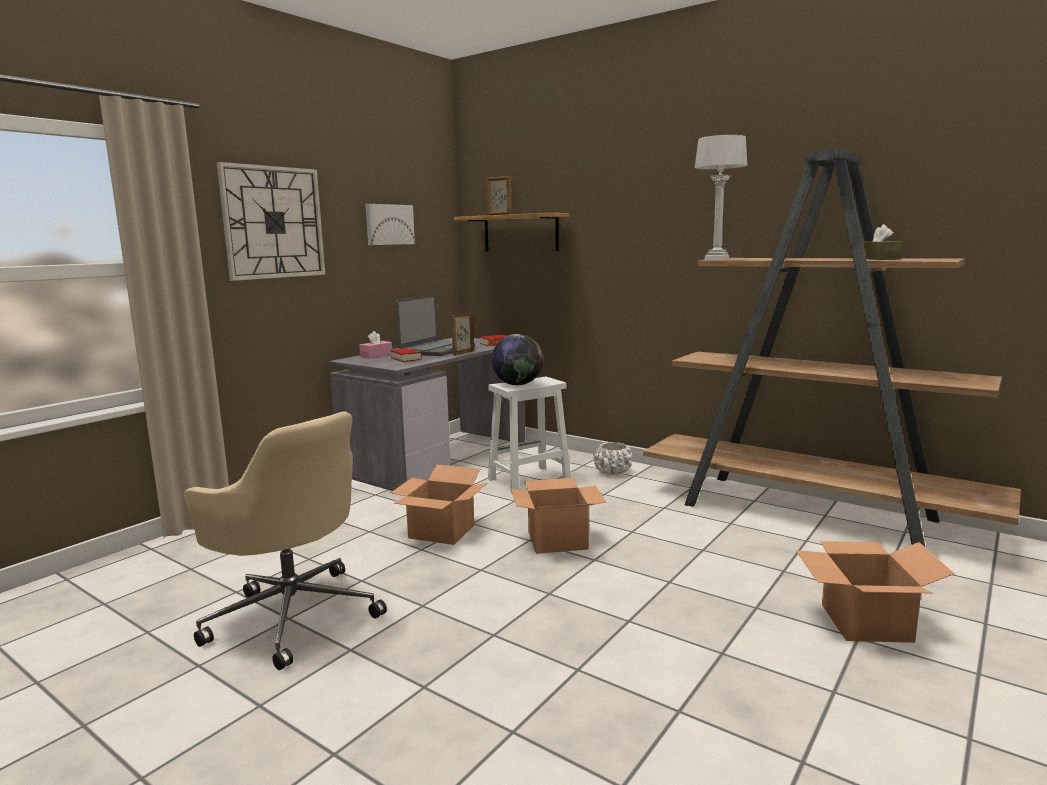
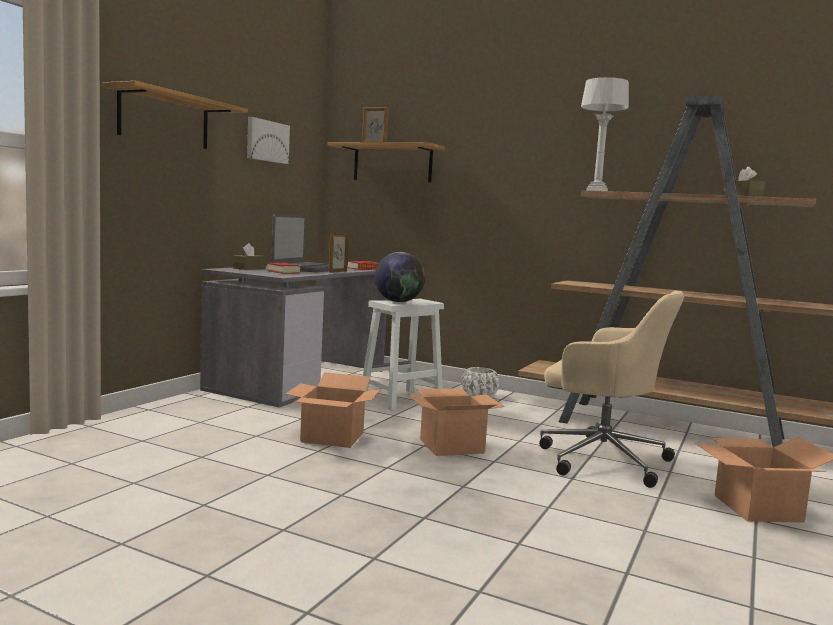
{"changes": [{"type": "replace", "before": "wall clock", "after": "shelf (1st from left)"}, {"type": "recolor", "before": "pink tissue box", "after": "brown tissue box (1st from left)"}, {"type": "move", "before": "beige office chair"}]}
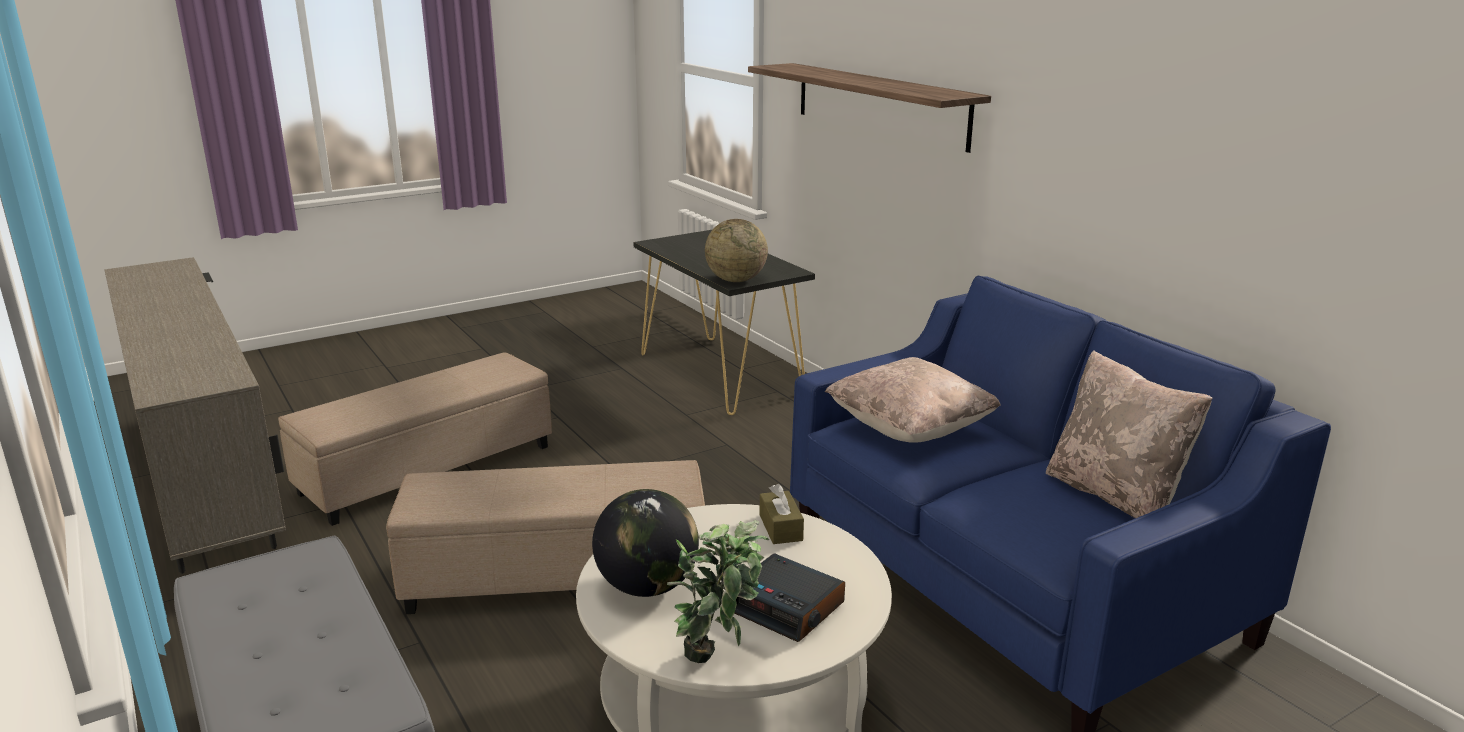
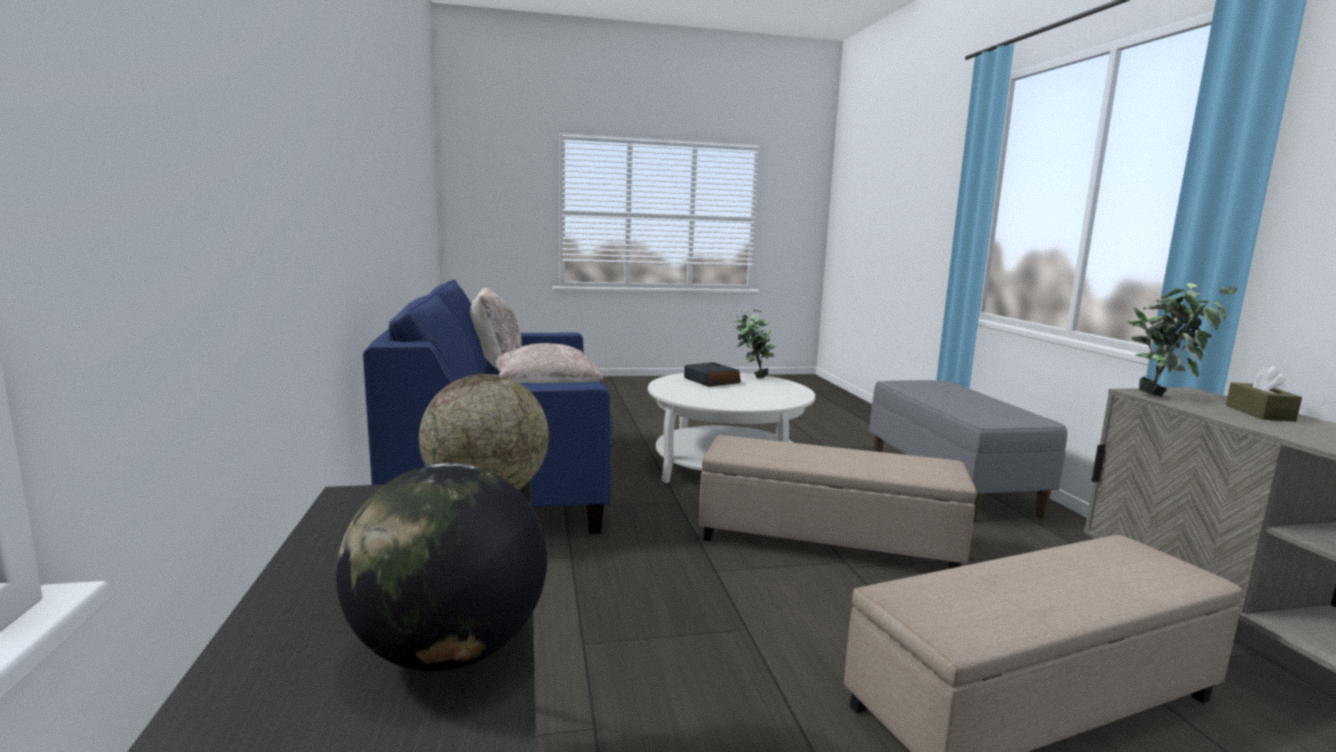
{"changes": [{"type": "move", "before": "globe (1st from left)"}, {"type": "insert", "after": "potted plant (2nd from left)"}, {"type": "move", "before": "brown tissue box"}, {"type": "delete", "before": "shelf"}]}
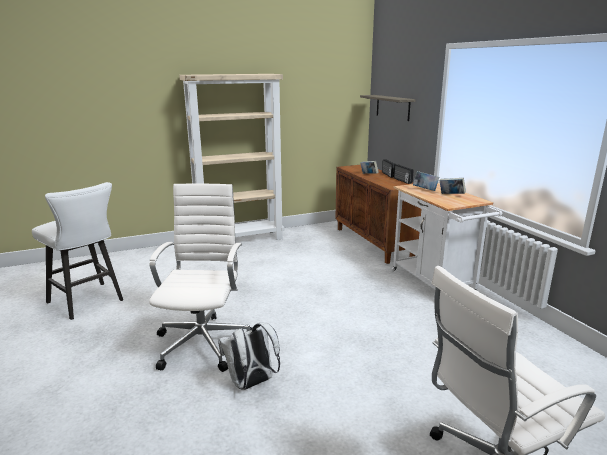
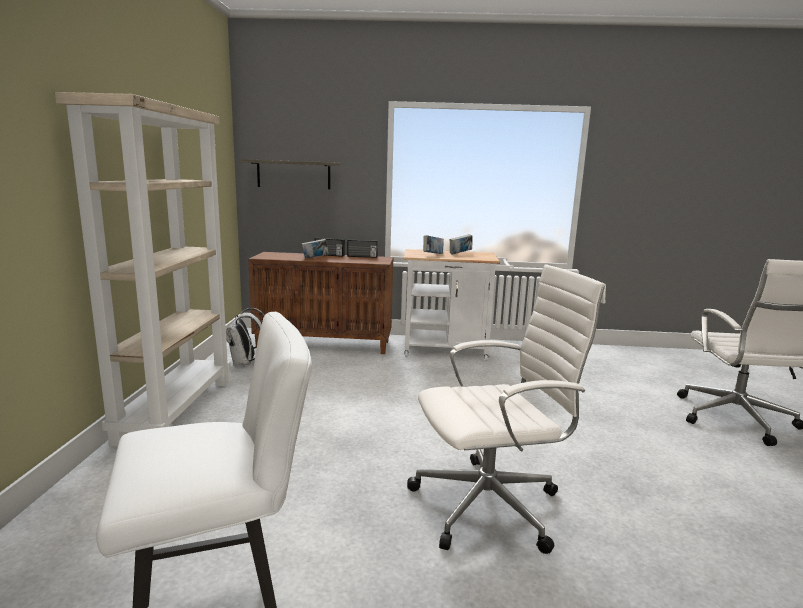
{"changes": [{"type": "move", "before": "white backpack"}, {"type": "rotate", "before": "white office chair (1st from left)", "turn": 135}]}
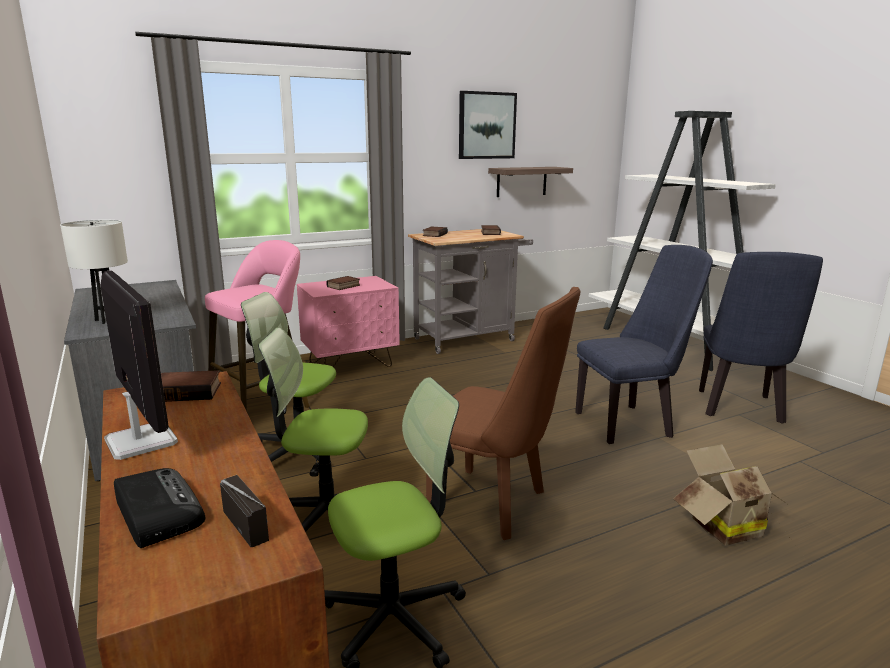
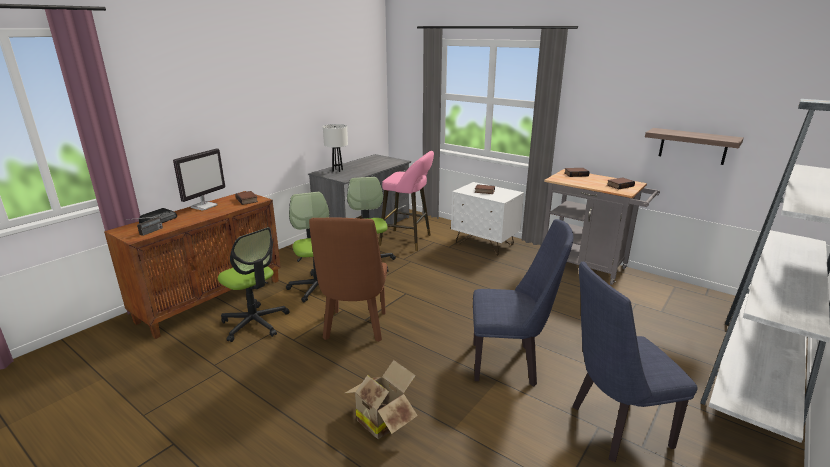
{"changes": [{"type": "recolor", "before": "pink nightstand", "after": "white nightstand"}, {"type": "rotate", "before": "blue chair (1st from left)", "turn": -45}, {"type": "delete", "before": "picture"}]}
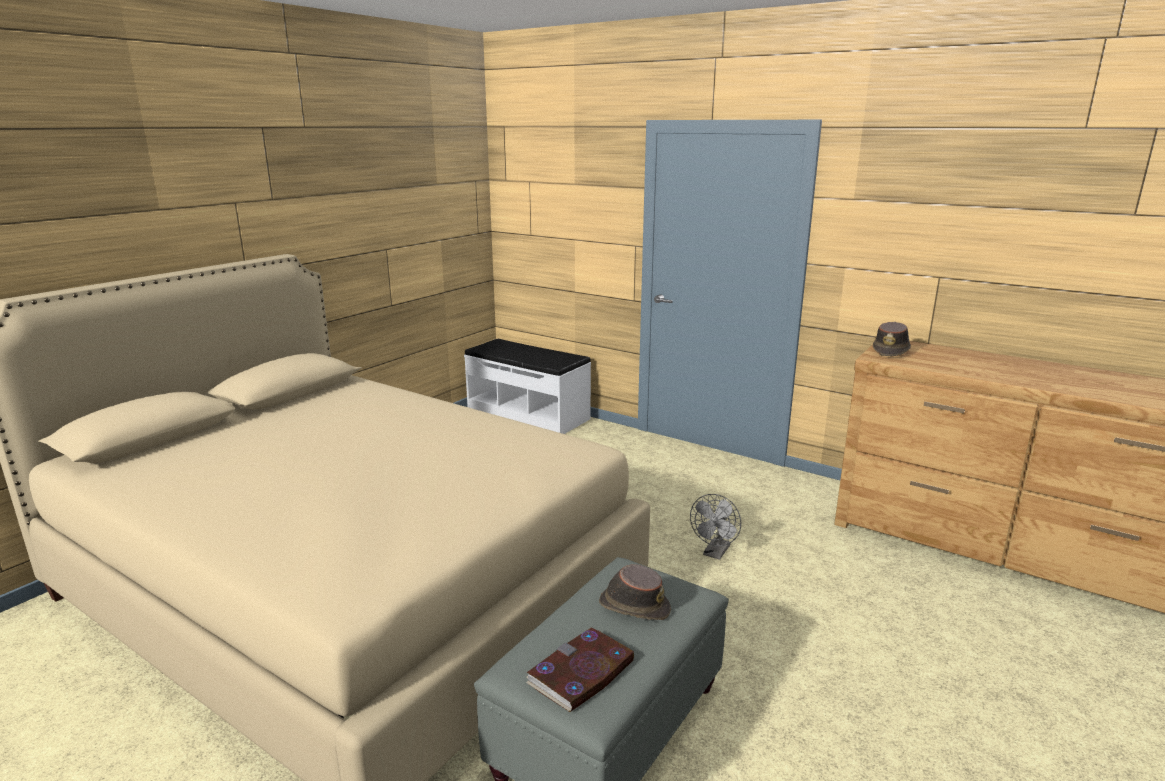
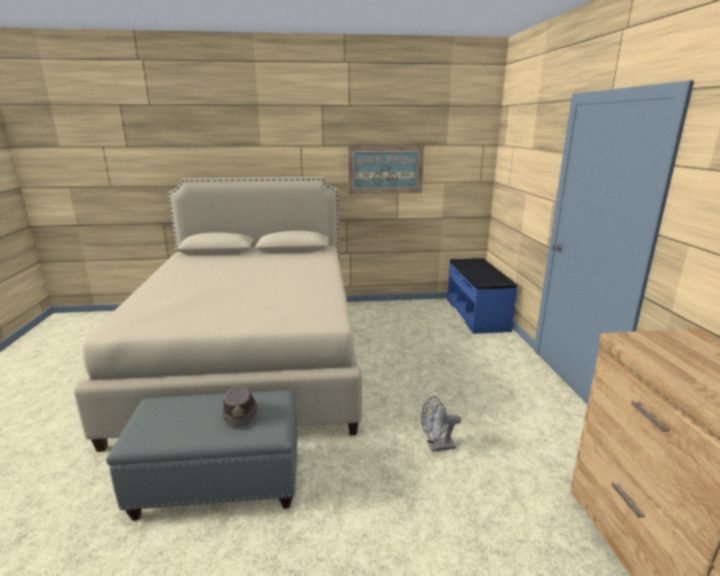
{"changes": [{"type": "insert", "after": "picture"}, {"type": "recolor", "before": "white bench", "after": "blue bench"}, {"type": "delete", "before": "book"}, {"type": "delete", "before": "brown hat (2nd from left)"}]}
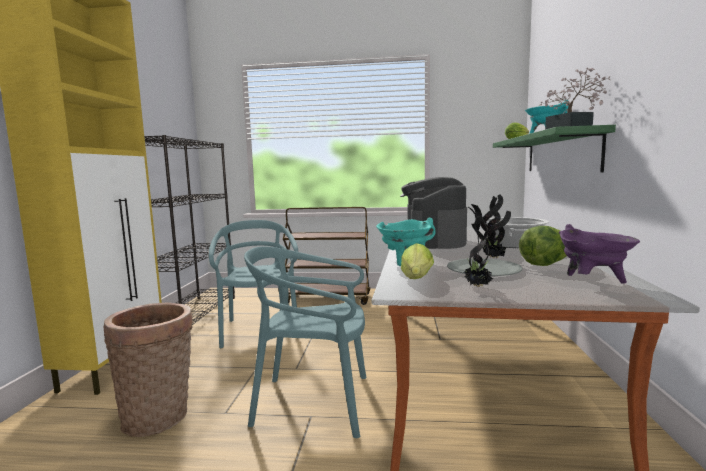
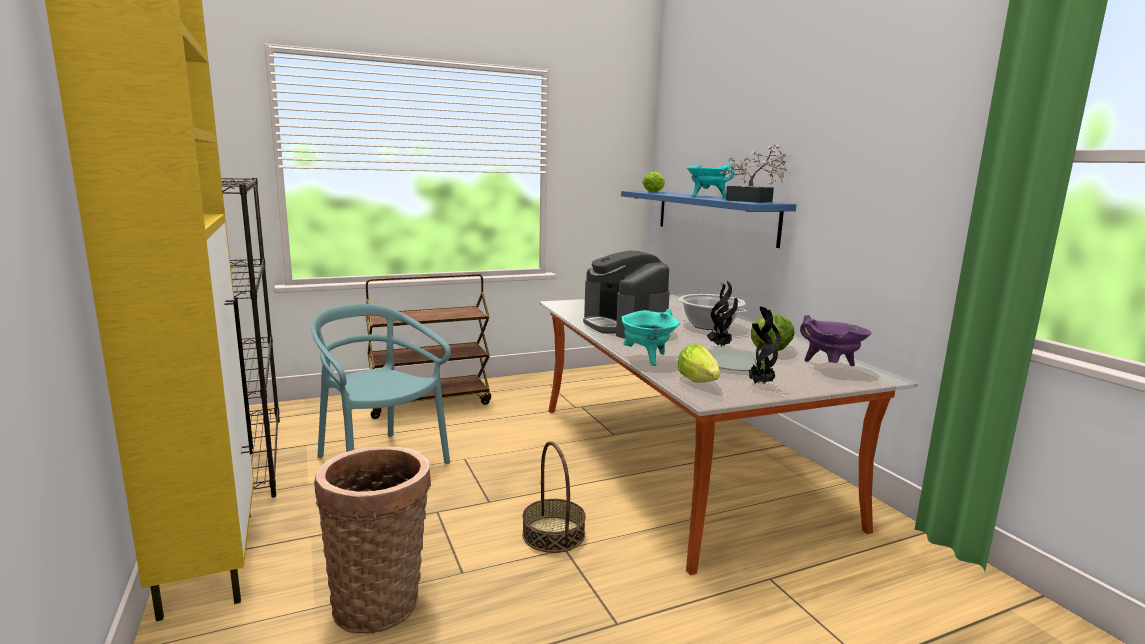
{"changes": [{"type": "replace", "before": "turquoise chair (2nd from left)", "after": "basket (2nd from left)"}, {"type": "recolor", "before": "green shelf", "after": "blue shelf"}]}
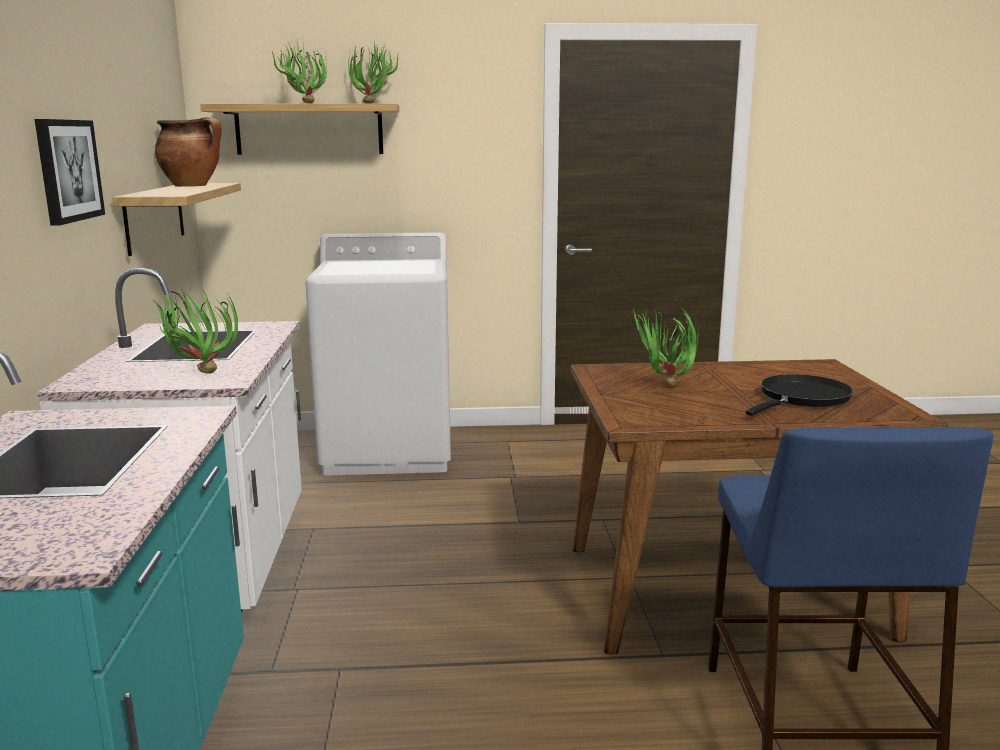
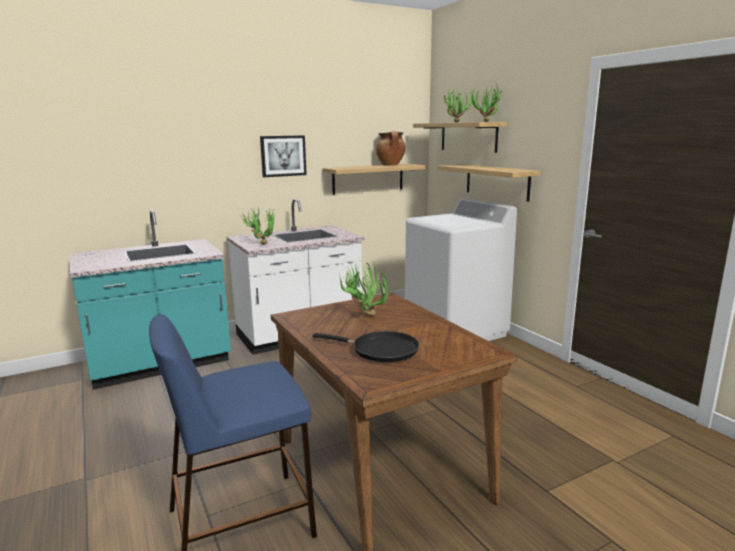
{"changes": [{"type": "insert", "after": "shelf (3rd from left)"}]}
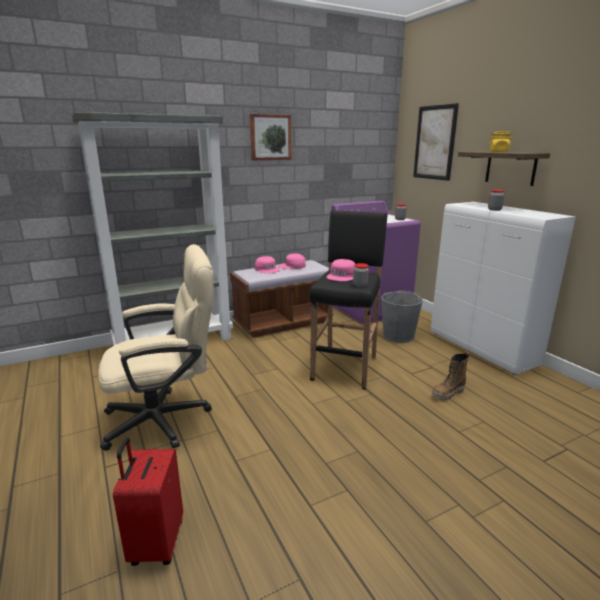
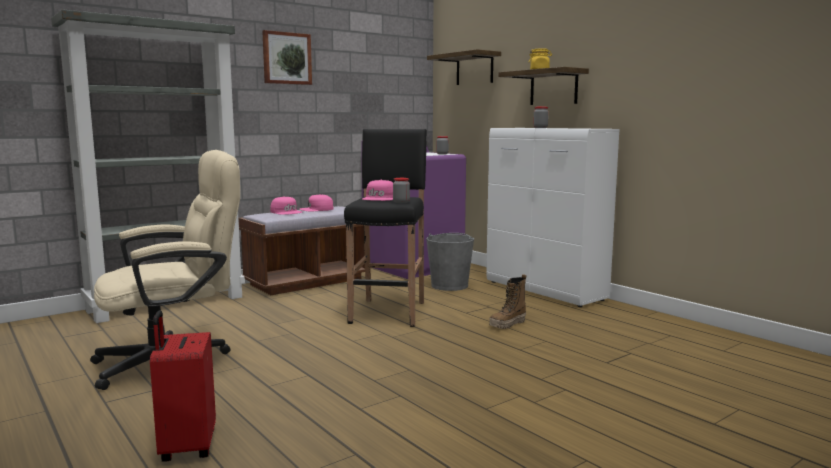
{"changes": [{"type": "replace", "before": "picture (2nd from left)", "after": "shelf (1st from left)"}]}
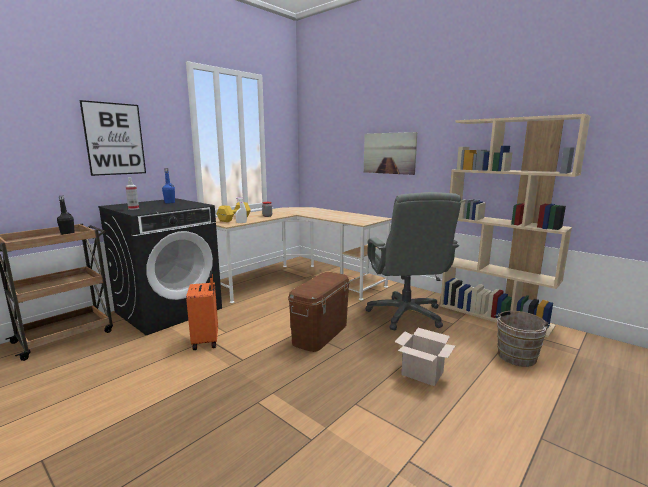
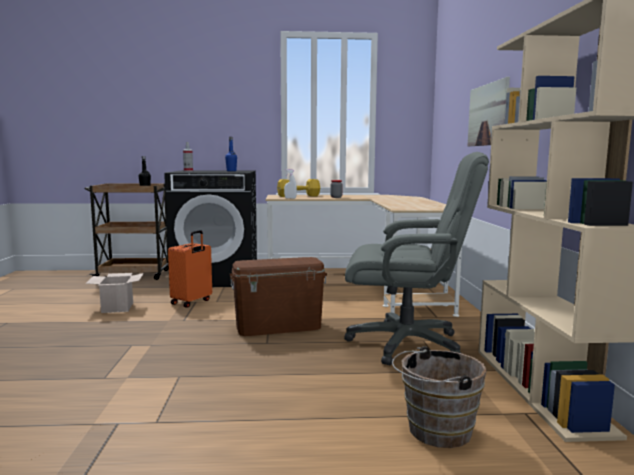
{"changes": [{"type": "move", "before": "cardboard box"}, {"type": "rotate", "before": "grey office chair", "turn": -120}, {"type": "delete", "before": "picture (1st from left)"}]}
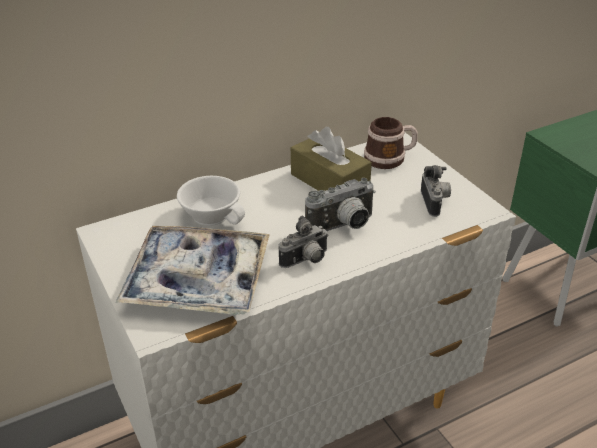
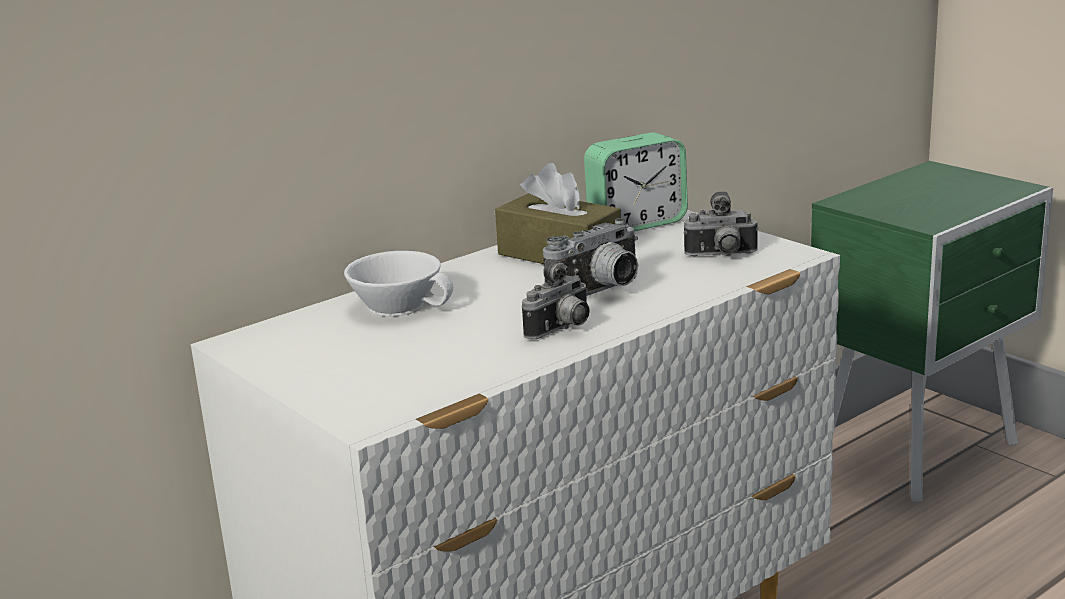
{"changes": [{"type": "replace", "before": "mug", "after": "alarm clock"}, {"type": "rotate", "before": "photo camera (3rd from left)", "turn": 105}, {"type": "delete", "before": "tray"}]}
